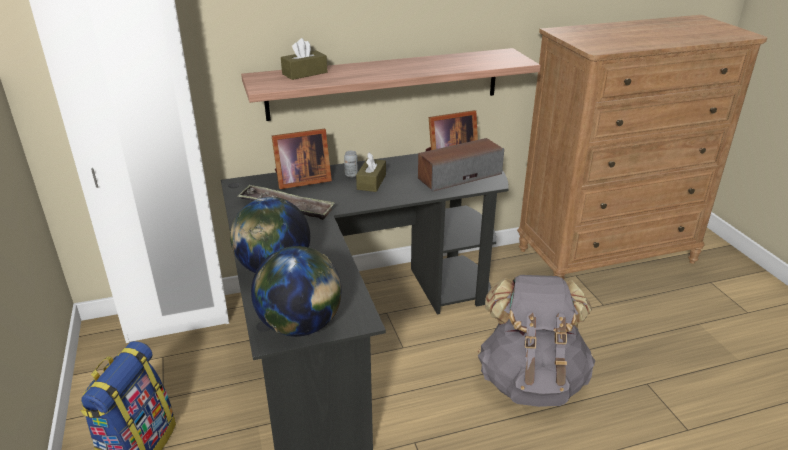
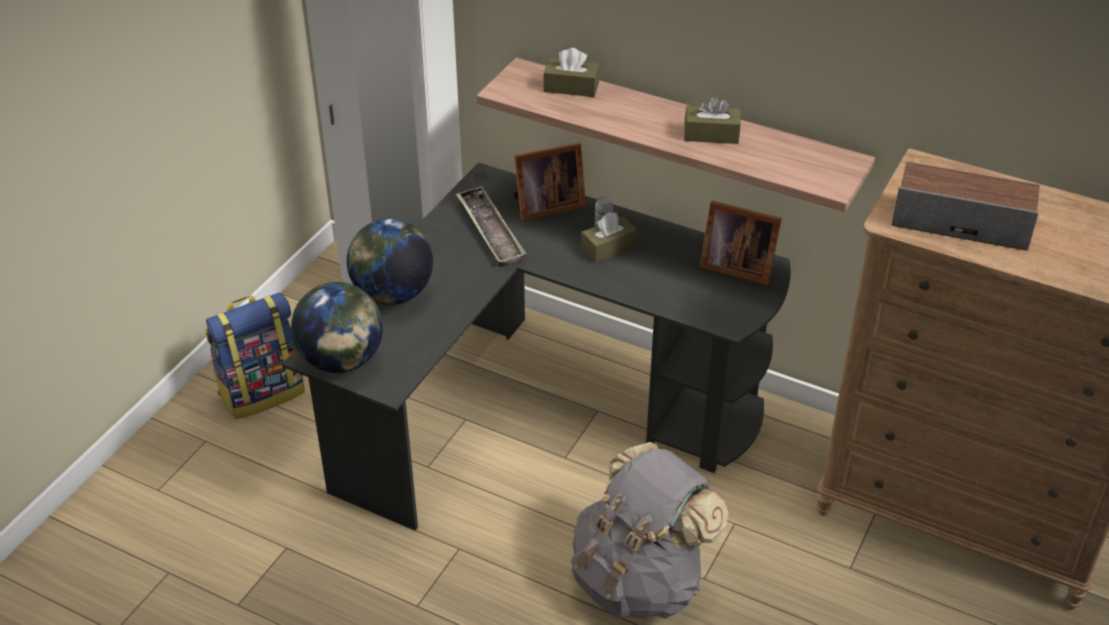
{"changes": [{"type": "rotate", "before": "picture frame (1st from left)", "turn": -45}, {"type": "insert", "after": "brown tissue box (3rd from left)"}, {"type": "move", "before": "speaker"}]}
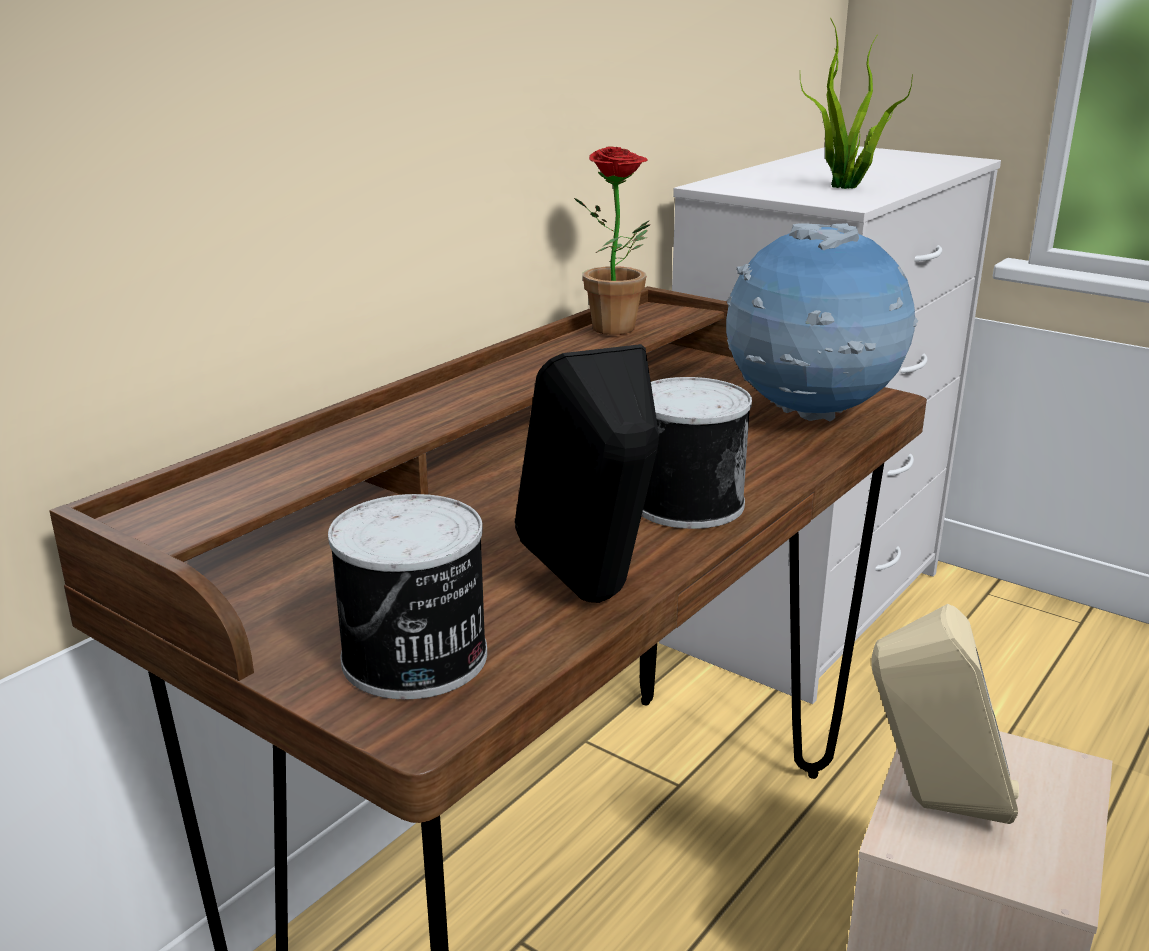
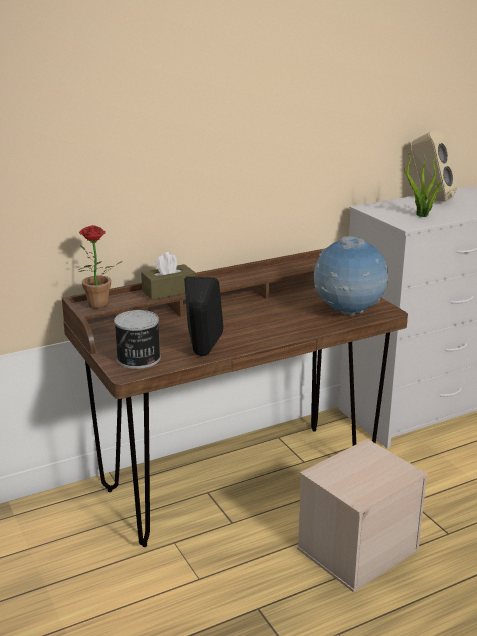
{"changes": [{"type": "move", "before": "potted plant (1st from left)"}, {"type": "insert", "after": "brown tissue box"}, {"type": "move", "before": "beige speaker"}, {"type": "delete", "before": "can (2nd from left)"}]}
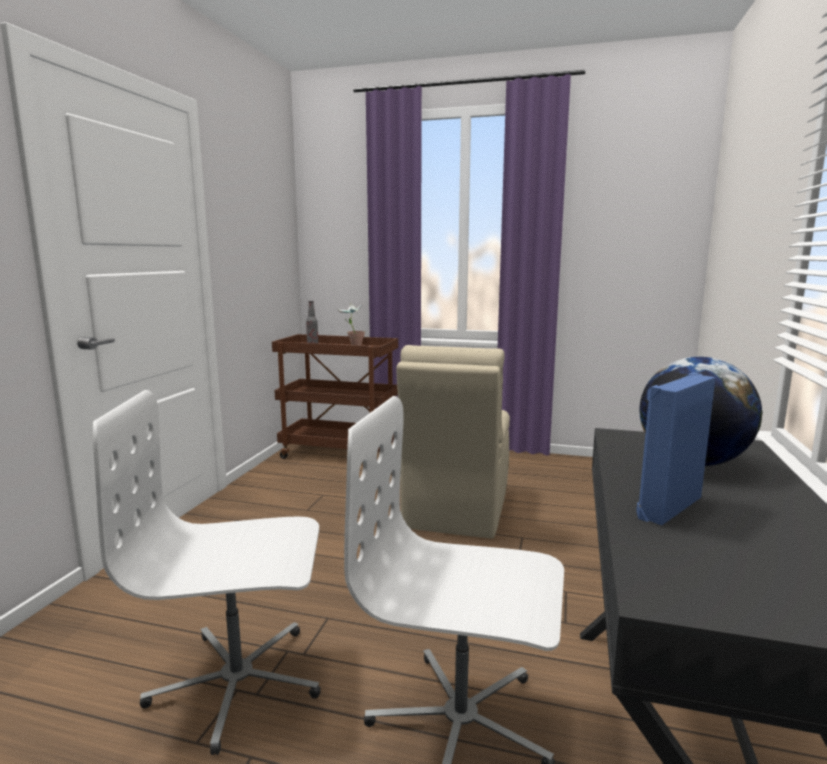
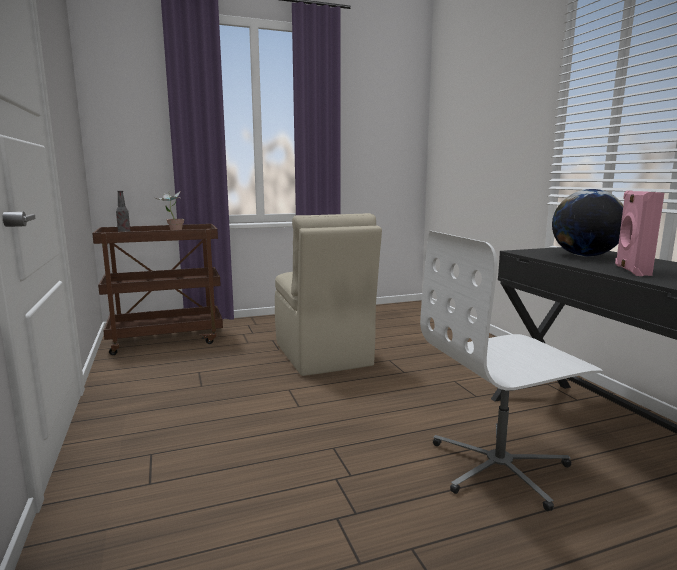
{"changes": [{"type": "recolor", "before": "blue speaker", "after": "pink speaker"}, {"type": "delete", "before": "white office chair (1st from left)"}]}
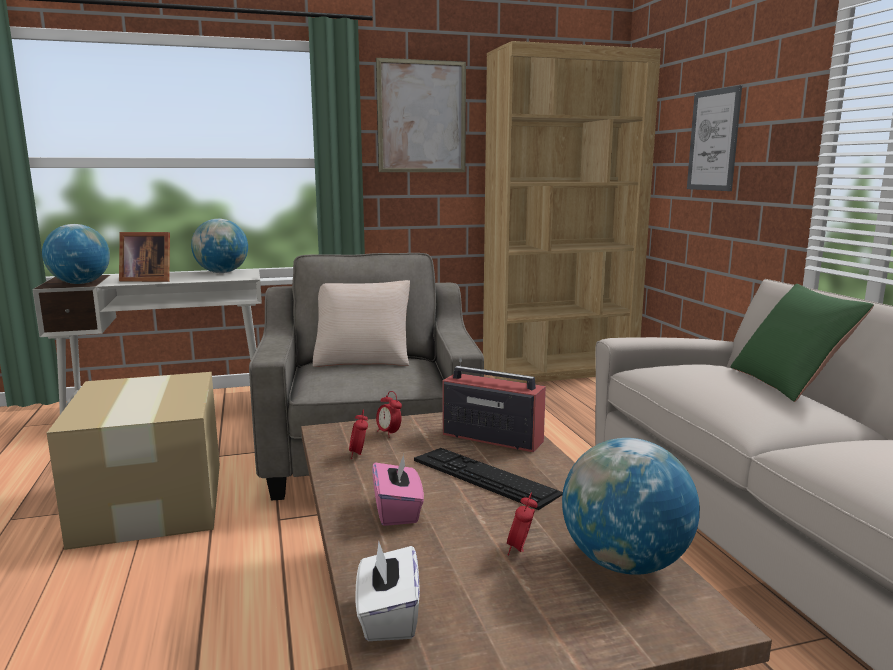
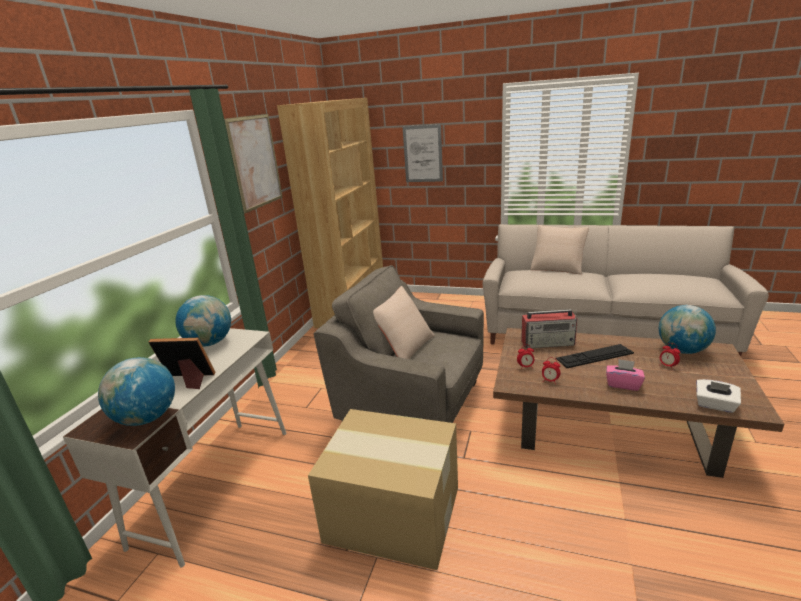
{"changes": [{"type": "rotate", "before": "picture frame", "turn": -120}, {"type": "rotate", "before": "radio", "turn": -150}, {"type": "recolor", "before": "green pillow", "after": "beige pillow (2nd from left)"}]}
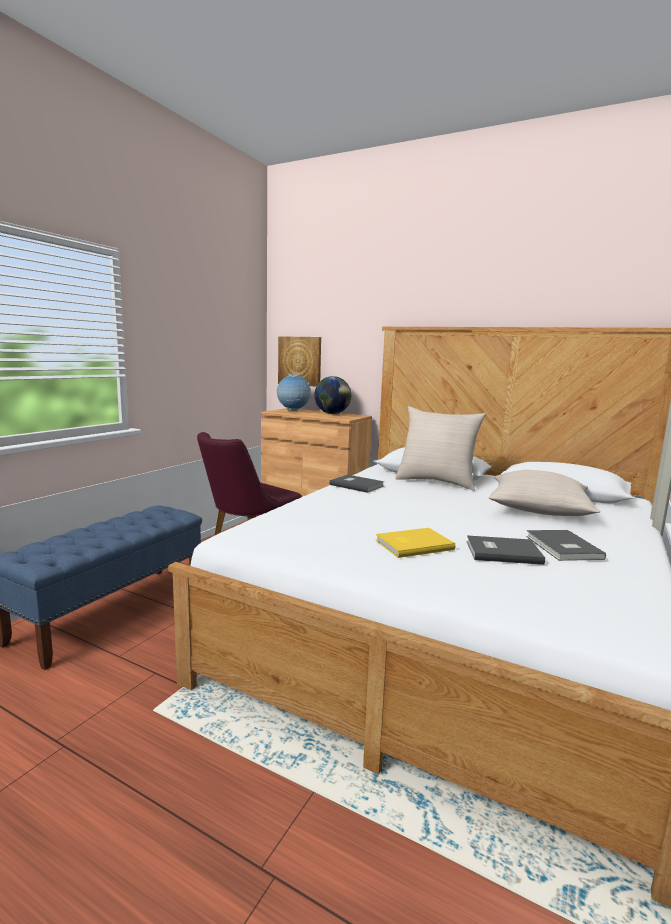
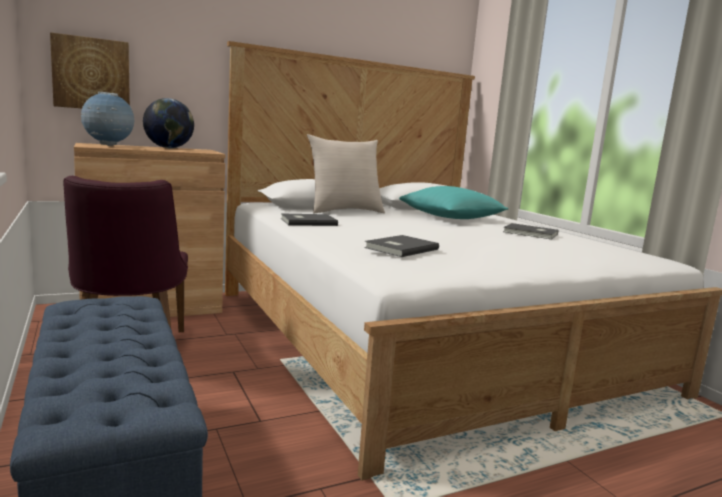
{"changes": [{"type": "move", "before": "grey book (2nd from left)"}, {"type": "recolor", "before": "beige pillow (2nd from left)", "after": "turquoise pillow"}, {"type": "delete", "before": "yellow book"}]}
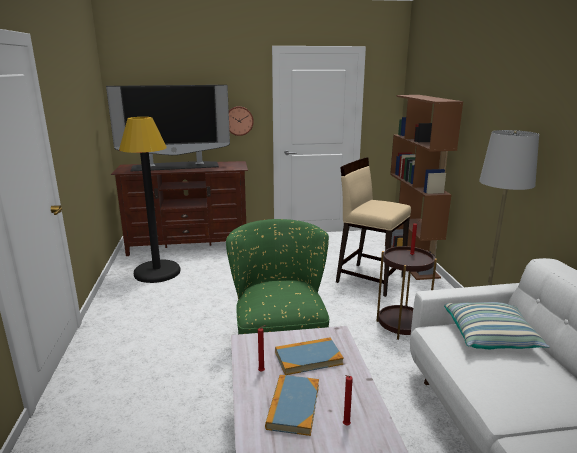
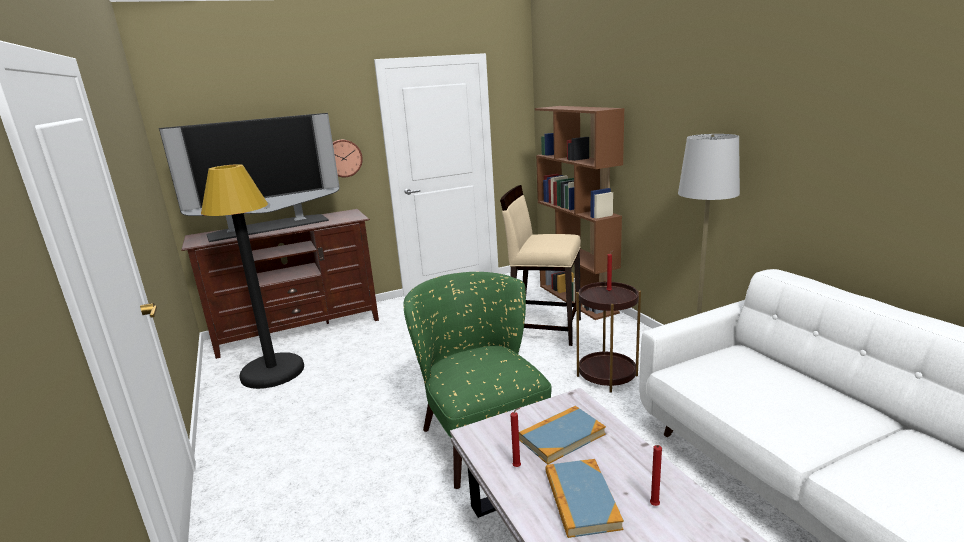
{"changes": [{"type": "delete", "before": "pillow"}]}
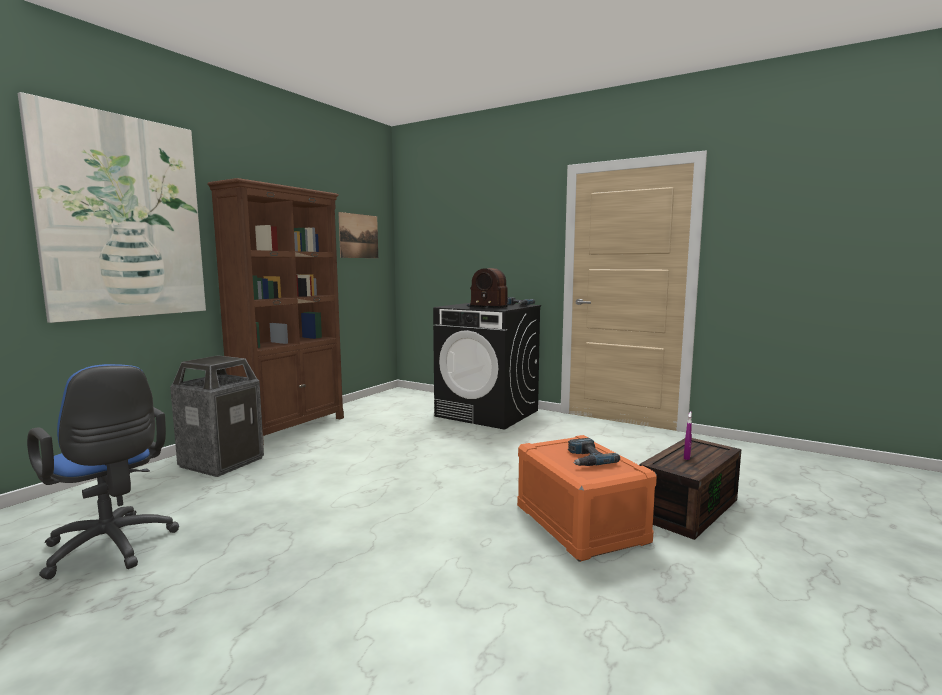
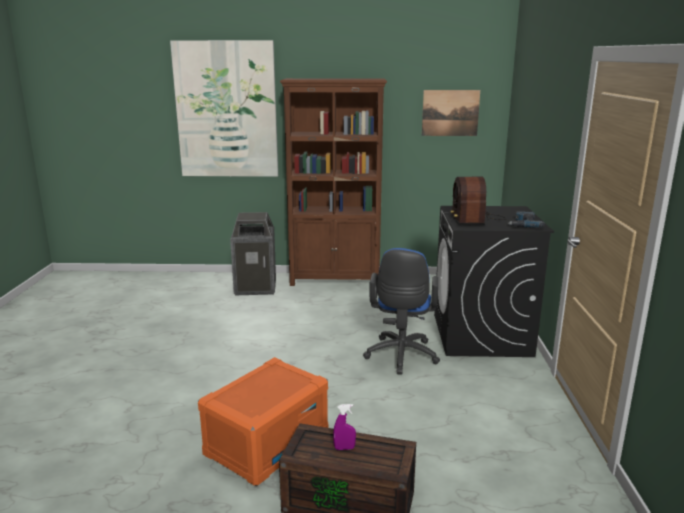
{"changes": [{"type": "move", "before": "blue office chair"}, {"type": "delete", "before": "power drill (2nd from left)"}]}
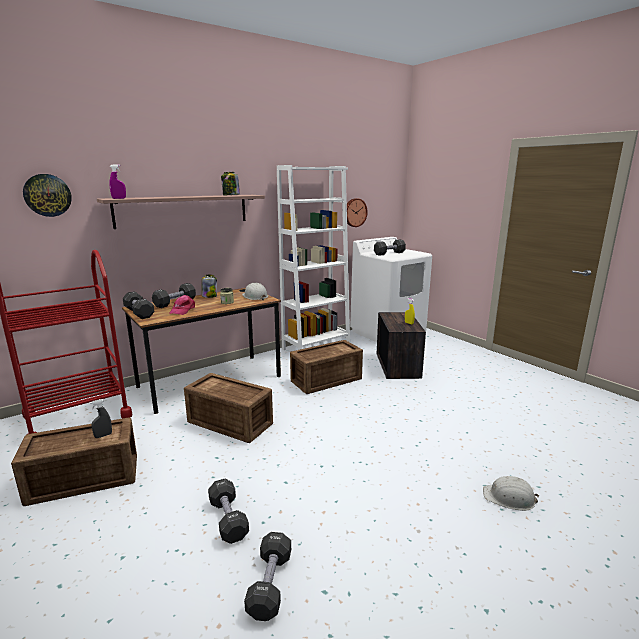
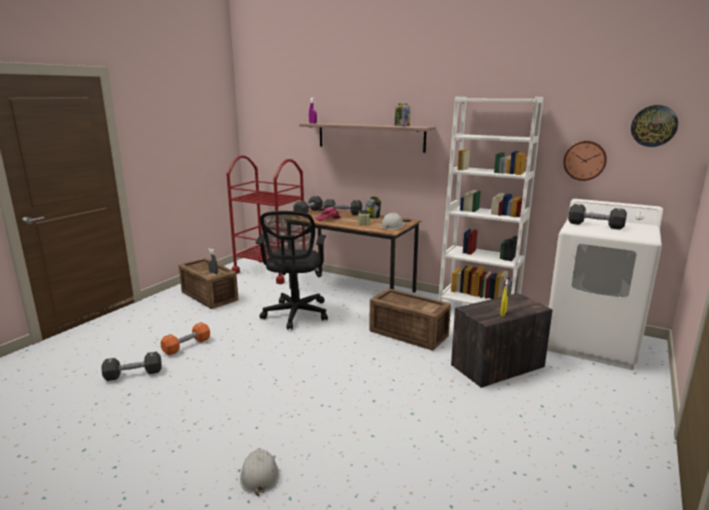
{"changes": [{"type": "recolor", "before": "black dumbbell (3rd from left)", "after": "orange dumbbell"}, {"type": "replace", "before": "crate (2nd from left)", "after": "black office chair"}, {"type": "move", "before": "wall clock (1st from left in the first image)", "after": "wall clock (2nd from left)"}]}
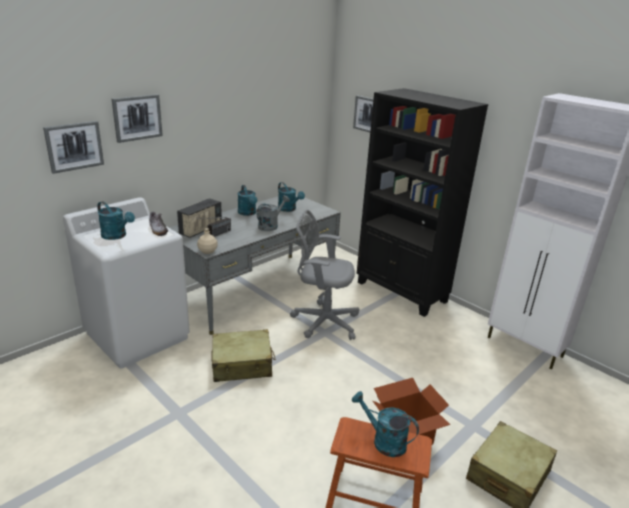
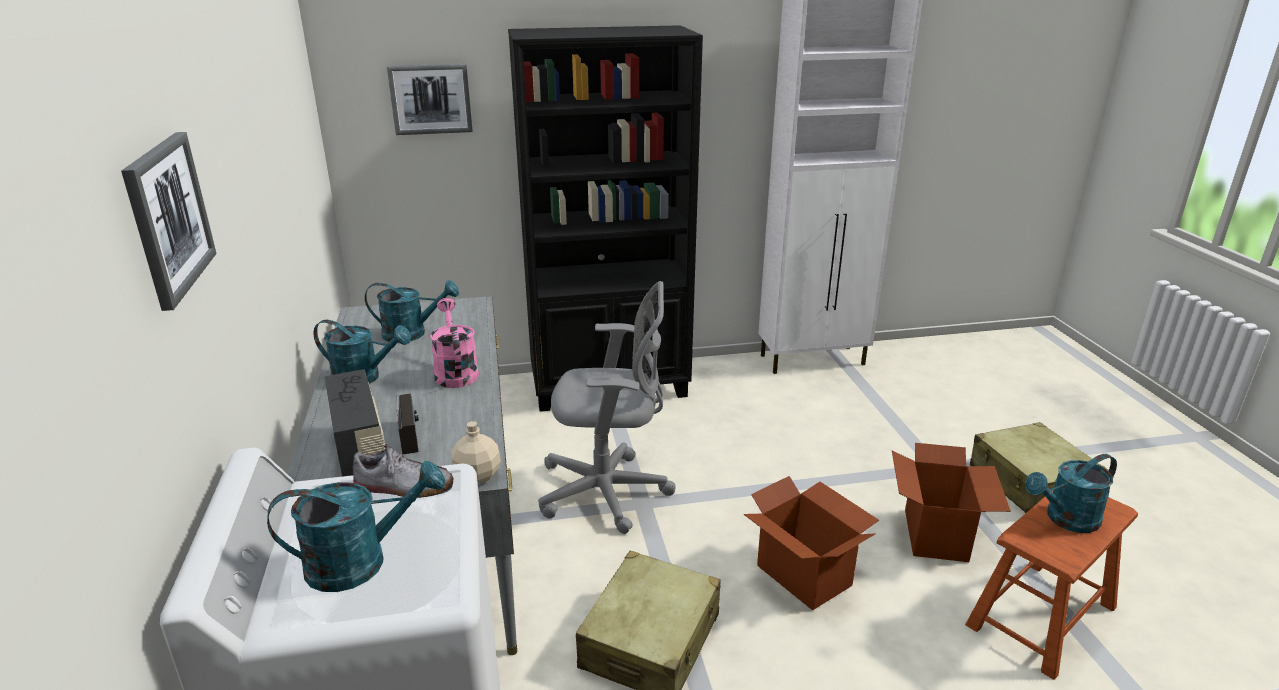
{"changes": [{"type": "recolor", "before": "grey watering can", "after": "pink watering can"}, {"type": "rotate", "before": "grey office chair", "turn": -135}, {"type": "insert", "after": "cardboard box (1st from left)"}, {"type": "delete", "before": "picture (1st from left)"}]}
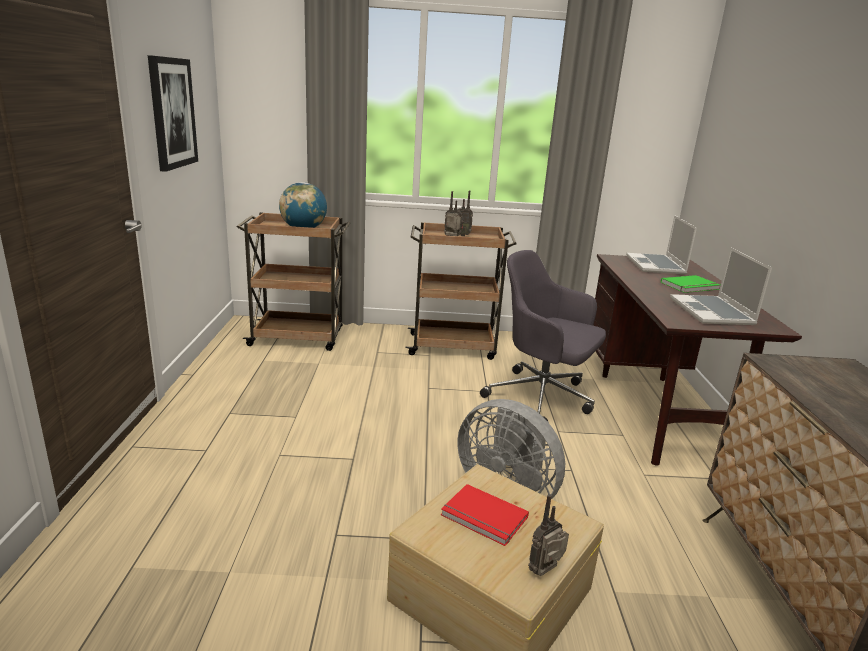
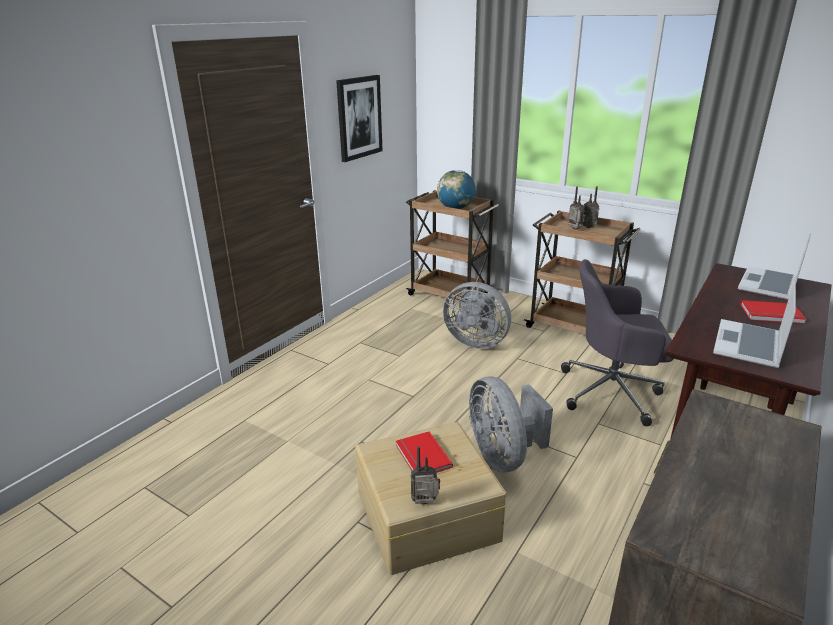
{"changes": [{"type": "insert", "after": "grey fan (1st from left)"}, {"type": "rotate", "before": "grey office chair", "turn": -60}, {"type": "recolor", "before": "green book", "after": "red book (2nd from left)"}]}
